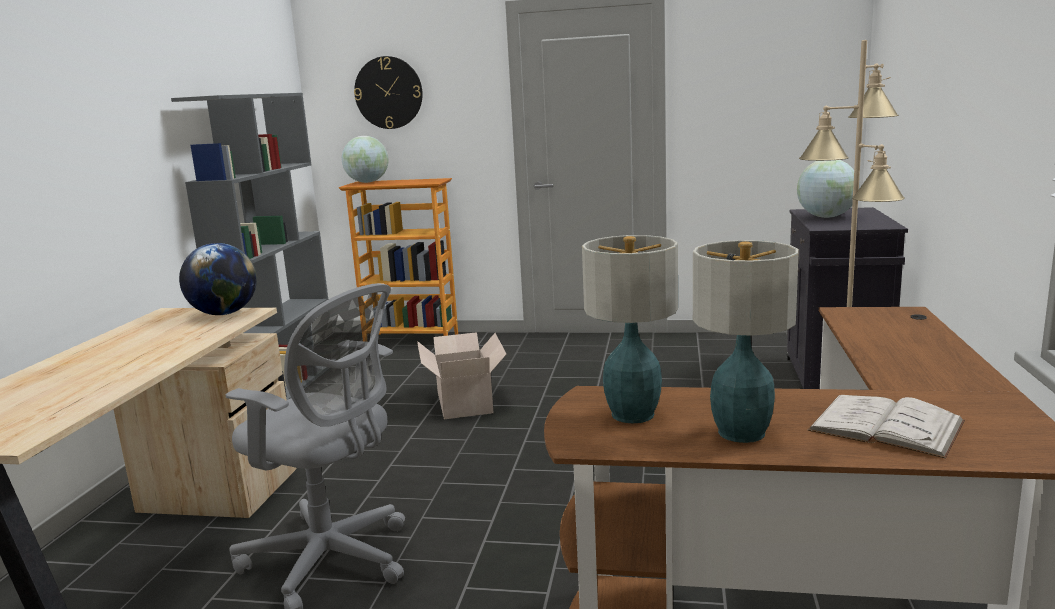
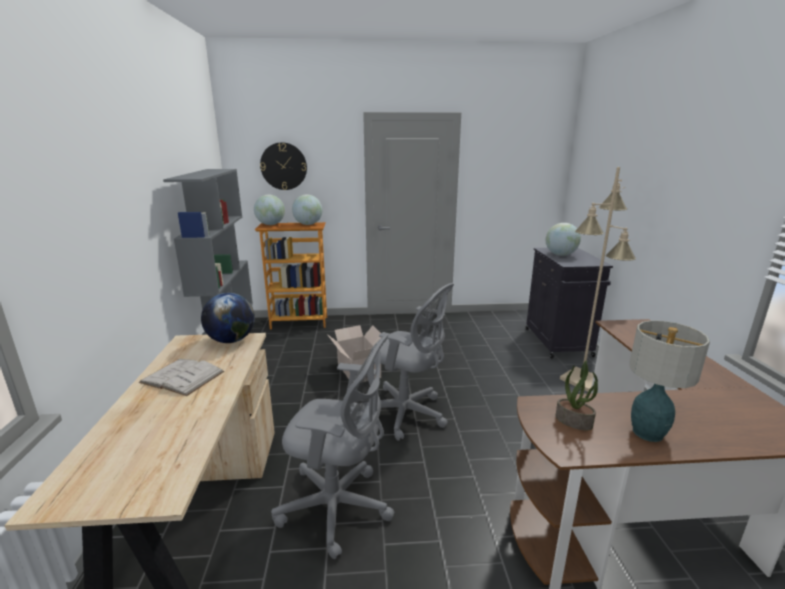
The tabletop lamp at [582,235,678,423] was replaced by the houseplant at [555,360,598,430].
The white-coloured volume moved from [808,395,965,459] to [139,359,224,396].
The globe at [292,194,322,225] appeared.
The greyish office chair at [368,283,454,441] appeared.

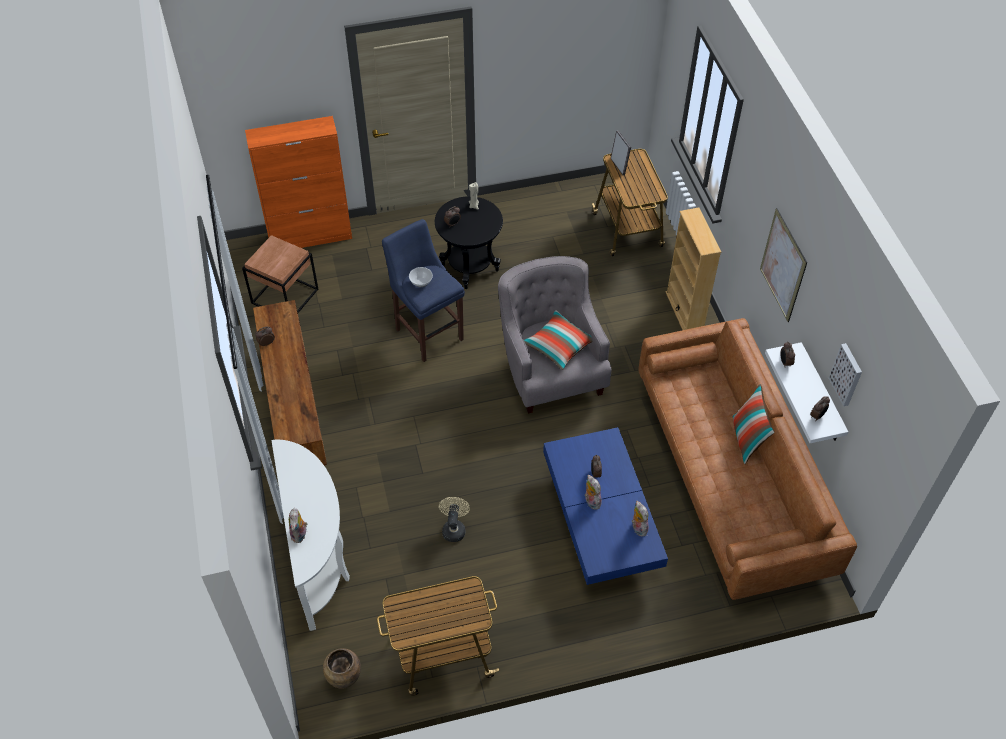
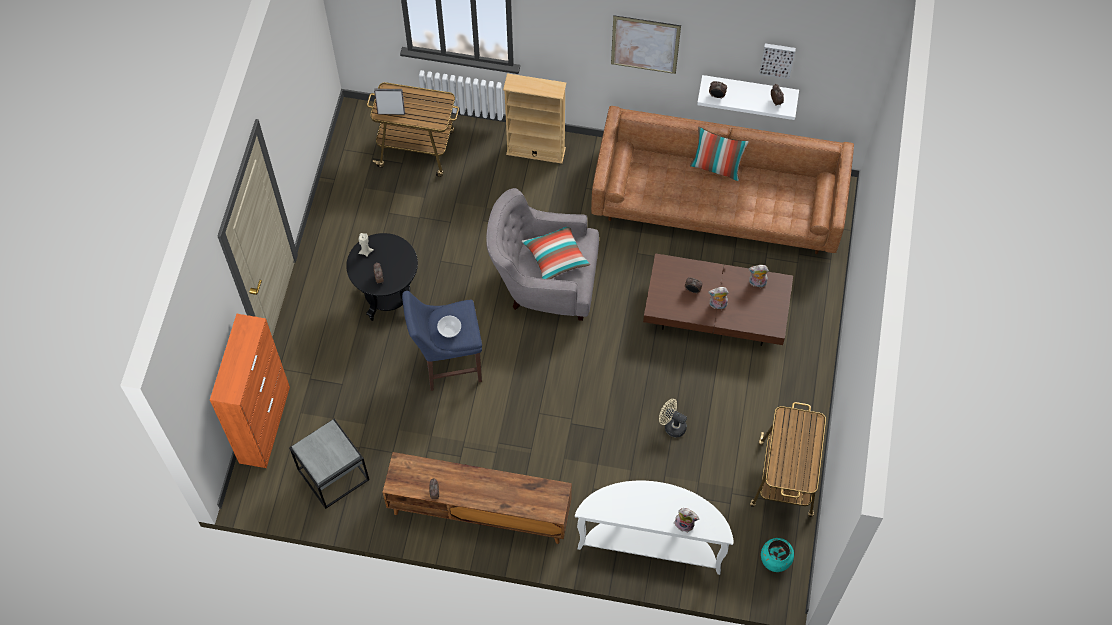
The brown-coloured side table at [242,235,318,313] became the greyish side table at [289,419,370,509].
The brown-coloured vase at [323,648,361,689] became the turquoise-coloured vase at [761,538,794,572].
The blue-coloured lounge table at [543,427,668,585] became the brown-coloured lounge table at [643,253,793,346].

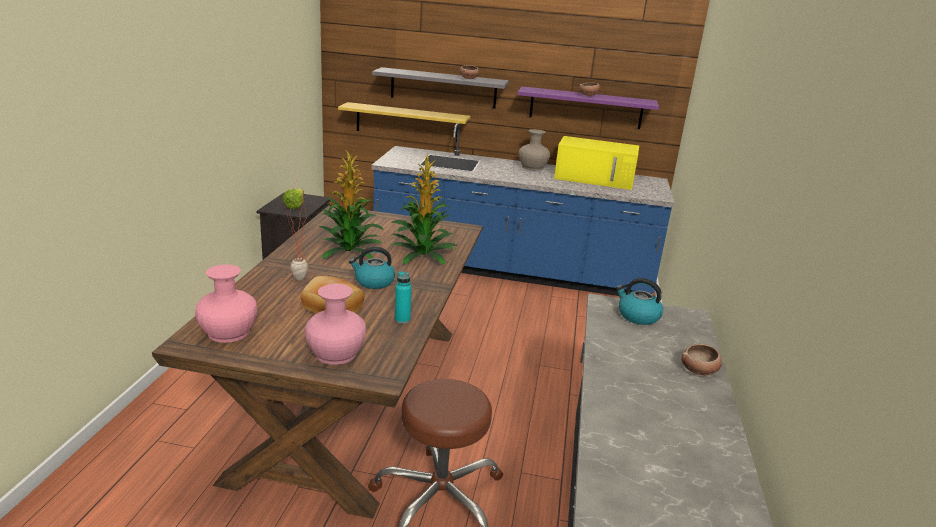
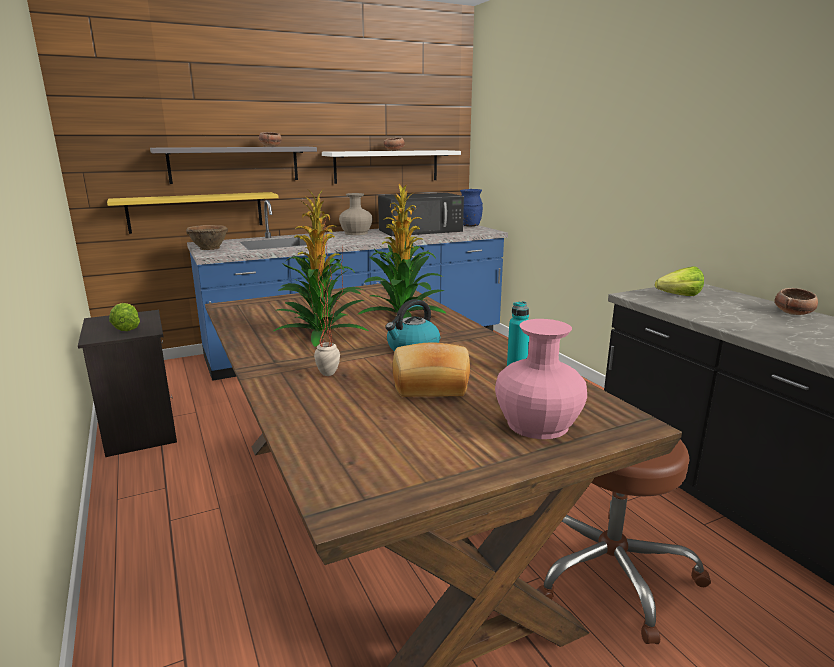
The pink vase at [195,264,257,343] disappeared.
The purple-coloured wall shelf at [517,86,659,129] became the white-coloured wall shelf at [322,150,461,184].
The yellow microwave oven at [554,136,639,190] became the blackish microwave oven at [378,193,464,236].
The tea kettle at [616,278,663,325] was replaced by the head of lettuce at [655,267,704,296].
The brown-coloured serving bowl at [186,225,228,250] appeared.
The blue-coloured vase at [460,189,483,226] appeared.

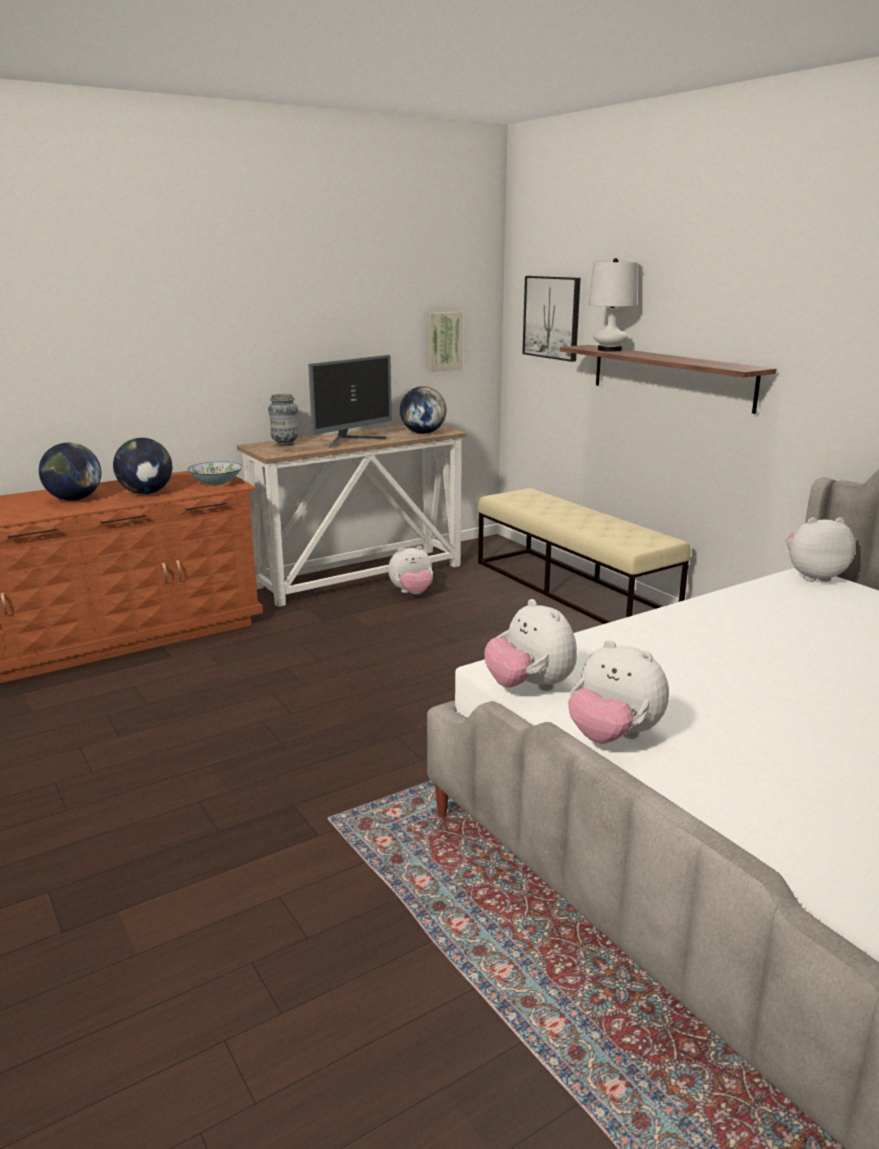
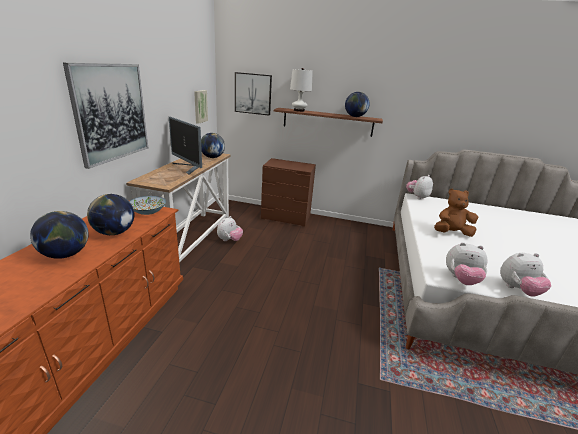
The vase at [268,394,298,446] disappeared.
The monitor at [308,355,392,448] turned 135 degrees clockwise.
The sand-coloured long seat at [478,488,691,624] was replaced by the brown-coloured drawer chest at [261,158,316,227].
The picture at [63,63,148,169] appeared.
The globe at [345,92,370,117] appeared.
The brown-coloured plush toy at [434,188,478,237] appeared.

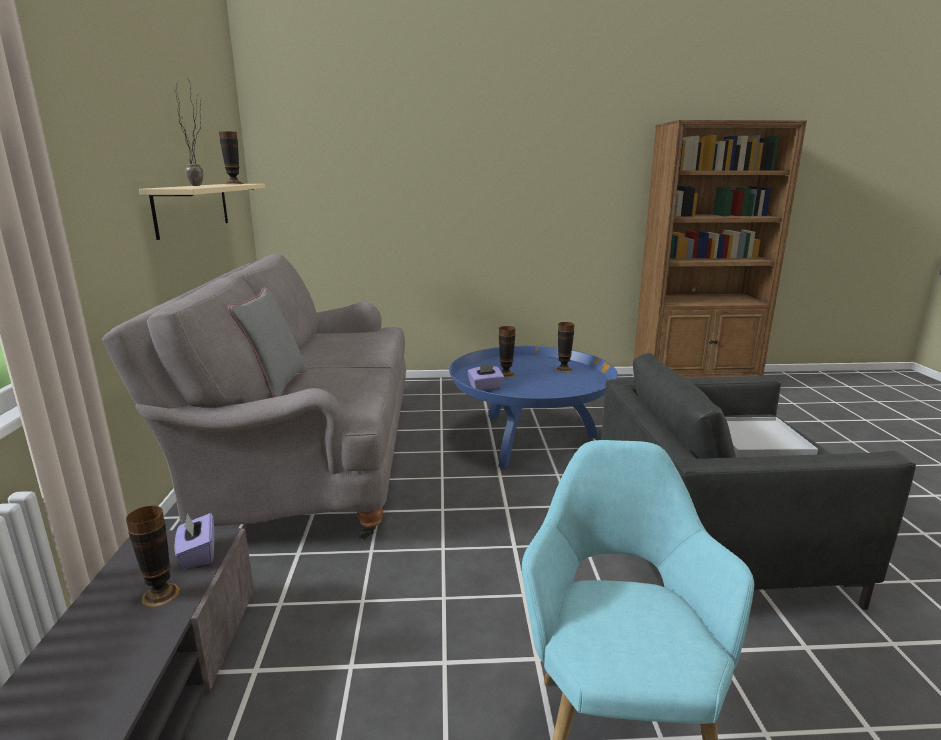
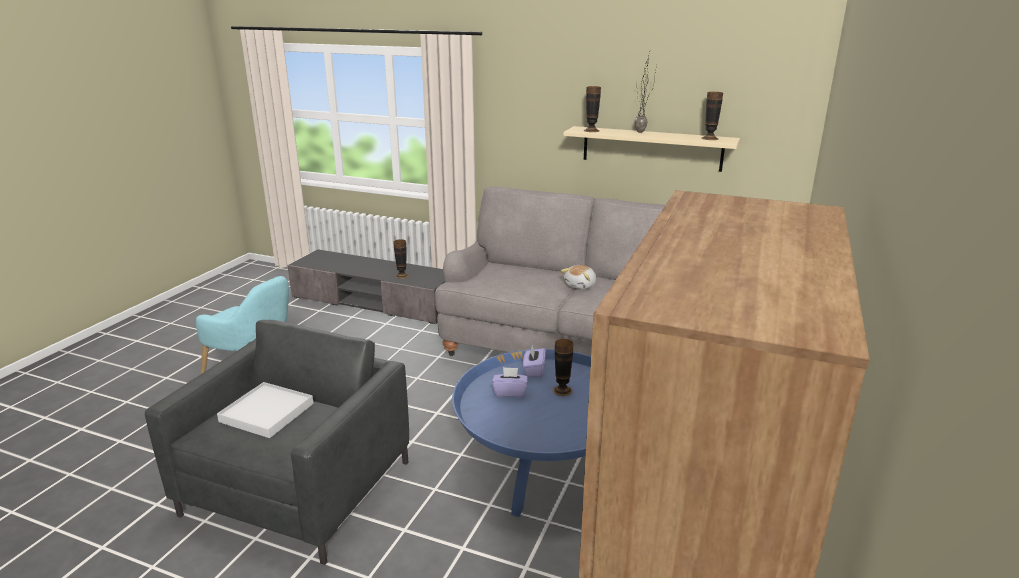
The purple-coloured box of tissues moved from [175,513,214,569] to [492,367,528,398].
The greyish throw pillow at [228,287,307,397] disappeared.
The vase moved from [555,322,574,373] to [584,86,601,132].
The plush toy at [561,265,596,289] appeared.

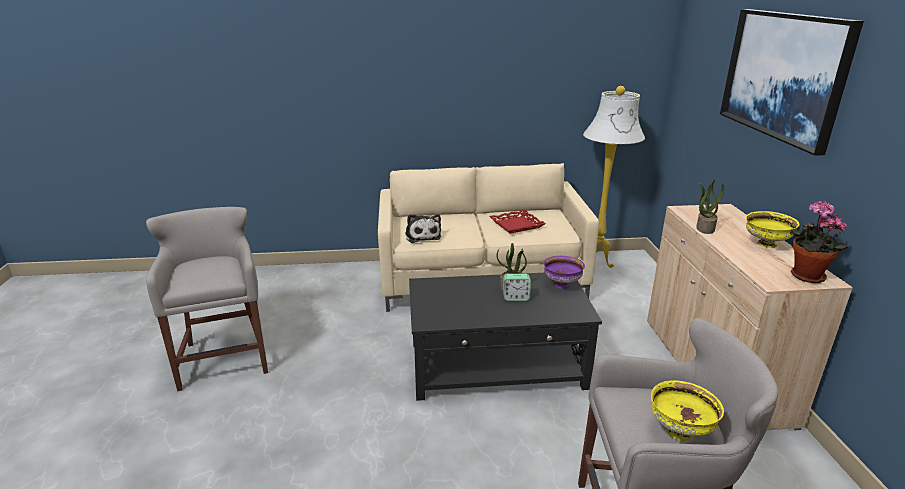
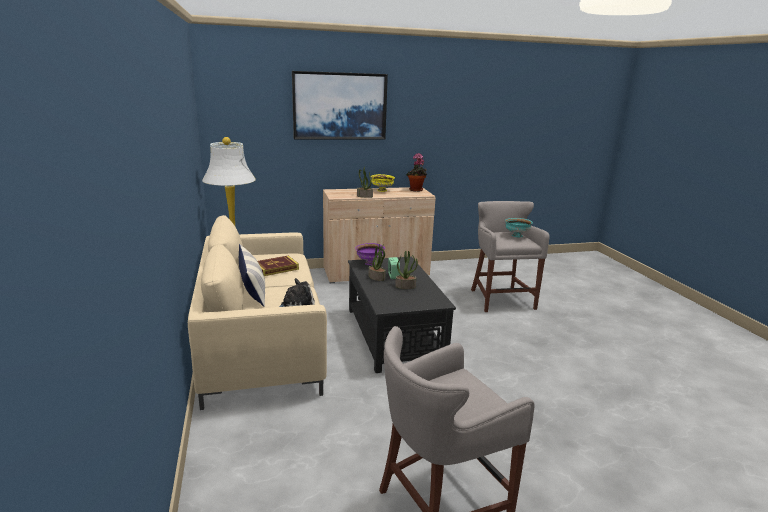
The red tray at [489,210,546,234] was replaced by the volume at [257,256,299,276].
The yellow serving bowl at [651,380,724,441] became the turquoise-coloured serving bowl at [505,218,533,237].
The throw pillow at [239,244,265,307] appeared.
The houseplant at [395,251,418,289] appeared.

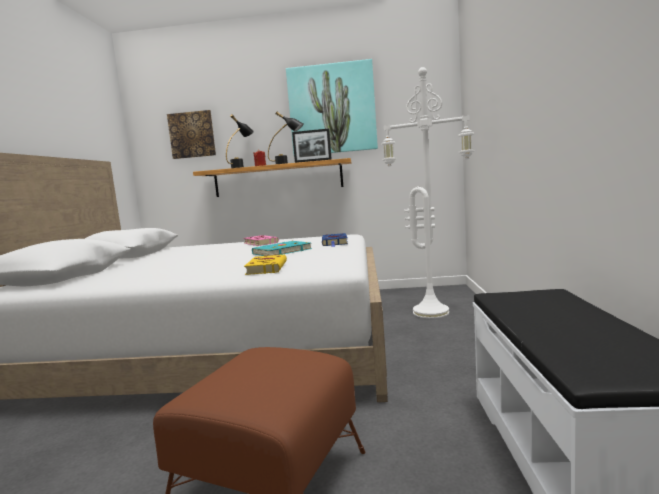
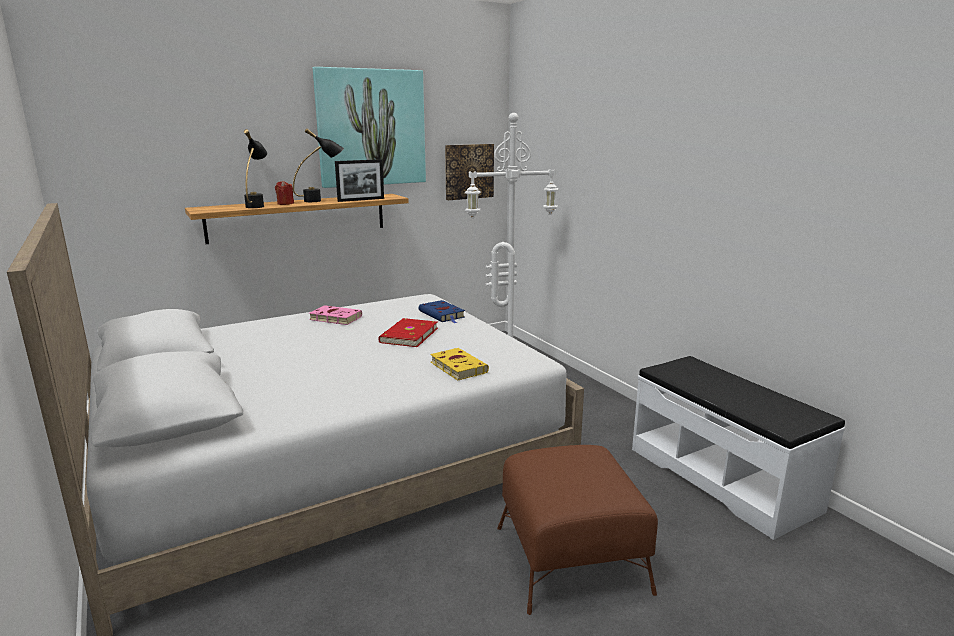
The picture moved from [167,110,216,159] to [445,144,494,200].
The turquoise-coloured volume at [252,241,312,256] became the red volume at [378,318,438,347].

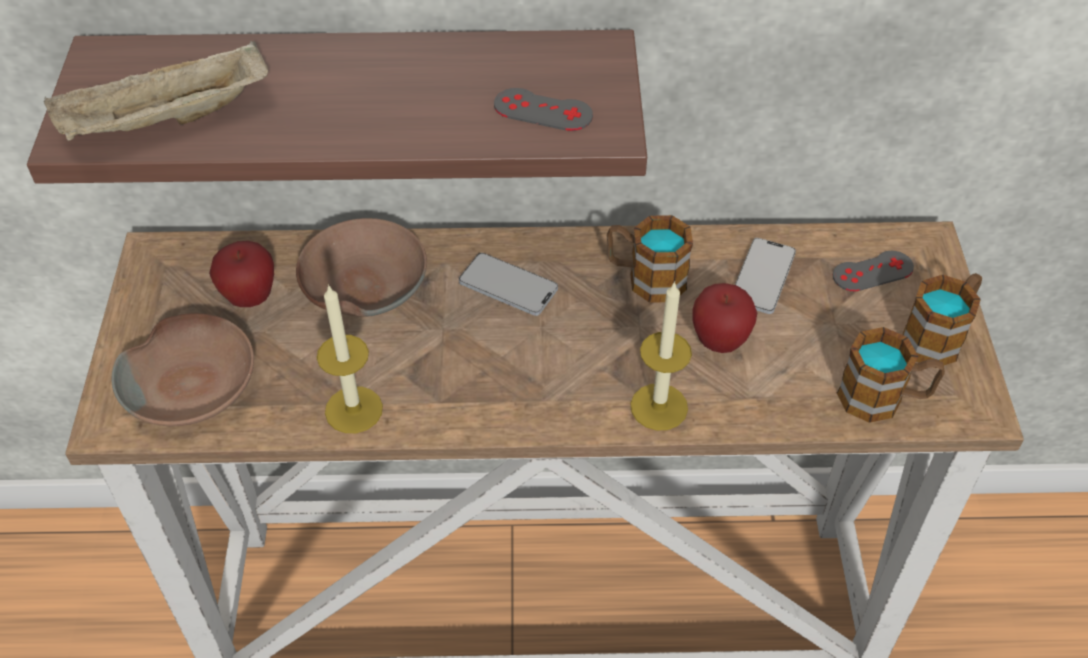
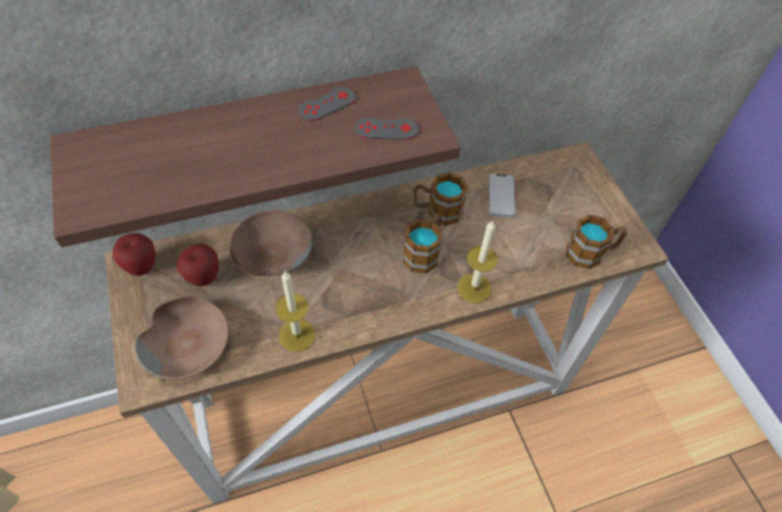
The sand-coloured tray at [44,41,268,141] disappeared.
The phone at [459,253,558,316] disappeared.
The apple moved from [692,283,757,353] to [113,233,156,276].
The greyish gamepad moved from [833,251,914,292] to [298,87,356,121].
The mug moved from [902,273,982,368] to [403,213,442,274].

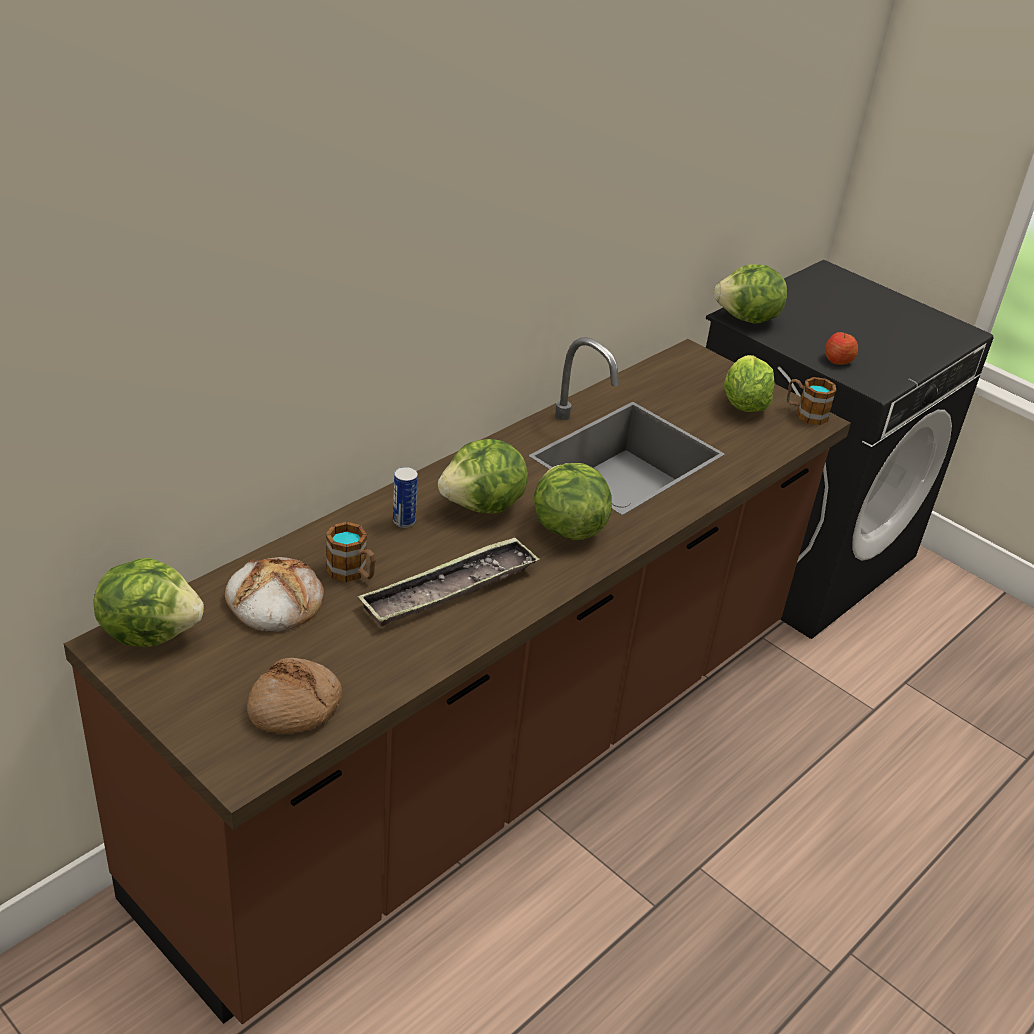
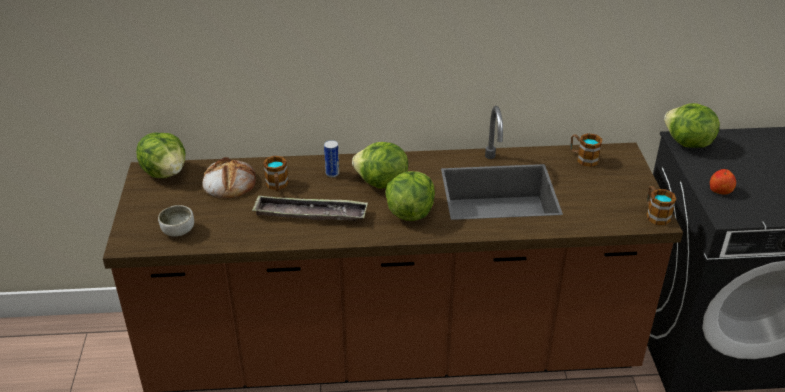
The bread at [247,658,342,734] was replaced by the serving bowl at [158,205,194,236].
The head of lettuce at [724,355,775,412] disappeared.
The mug at [570,133,602,167] appeared.

